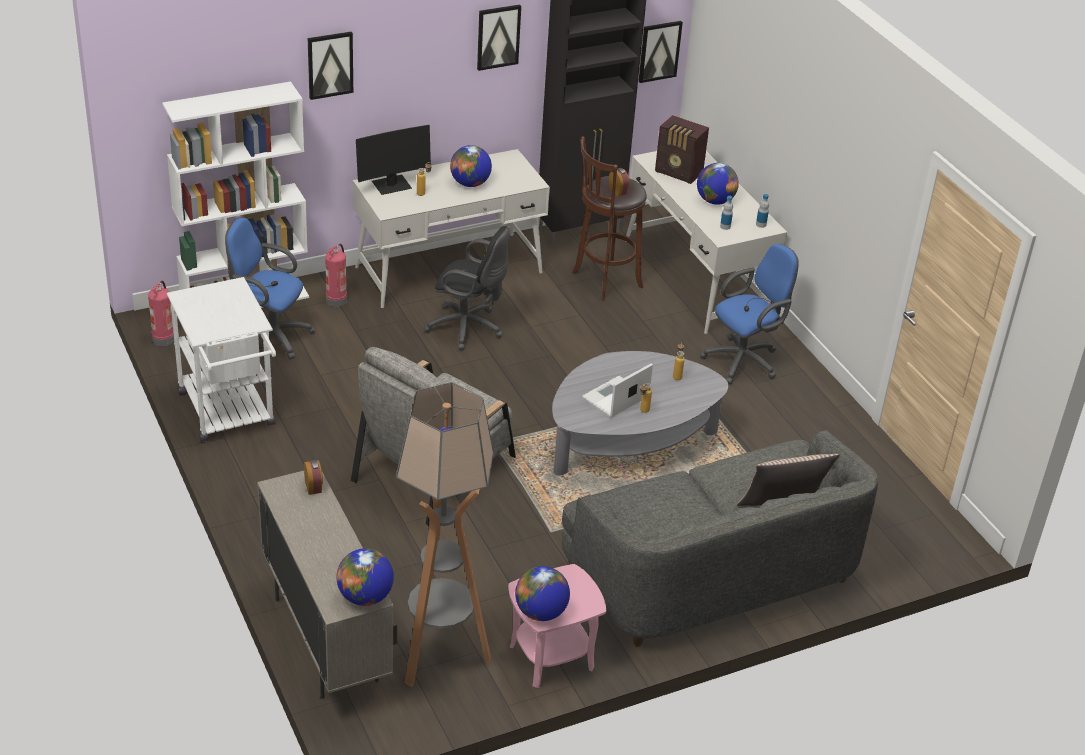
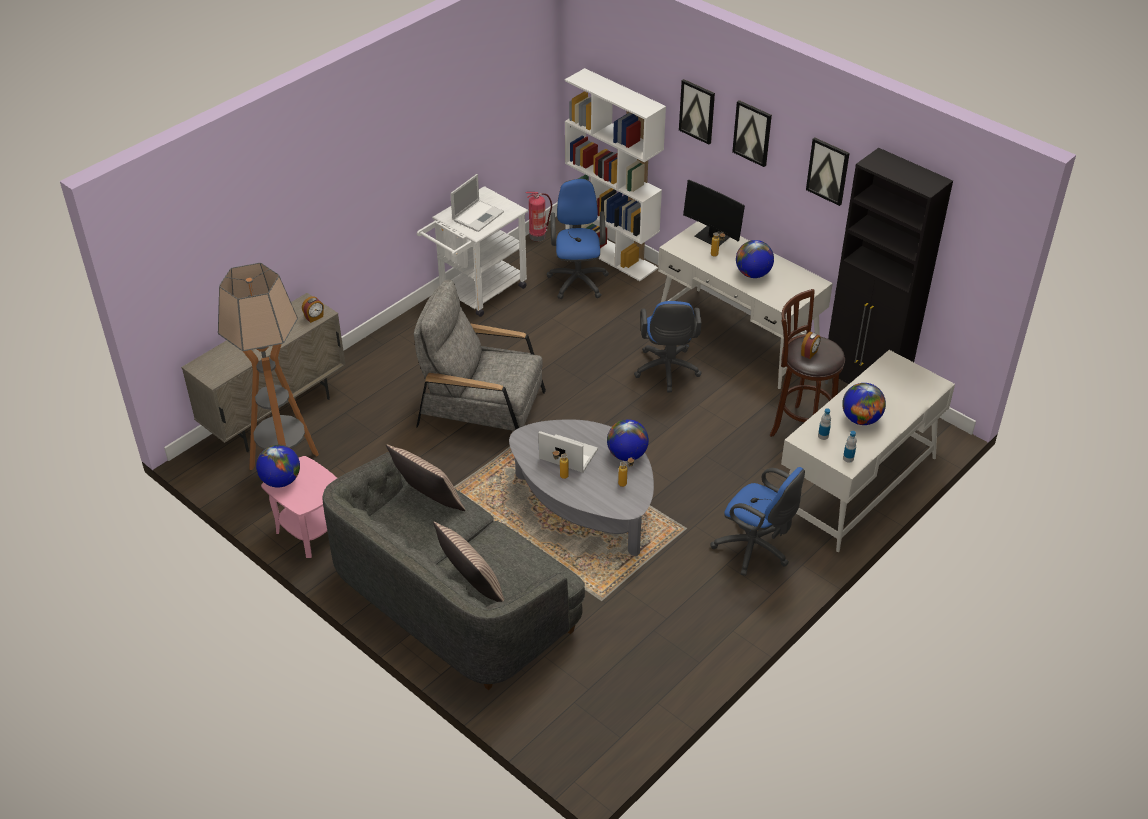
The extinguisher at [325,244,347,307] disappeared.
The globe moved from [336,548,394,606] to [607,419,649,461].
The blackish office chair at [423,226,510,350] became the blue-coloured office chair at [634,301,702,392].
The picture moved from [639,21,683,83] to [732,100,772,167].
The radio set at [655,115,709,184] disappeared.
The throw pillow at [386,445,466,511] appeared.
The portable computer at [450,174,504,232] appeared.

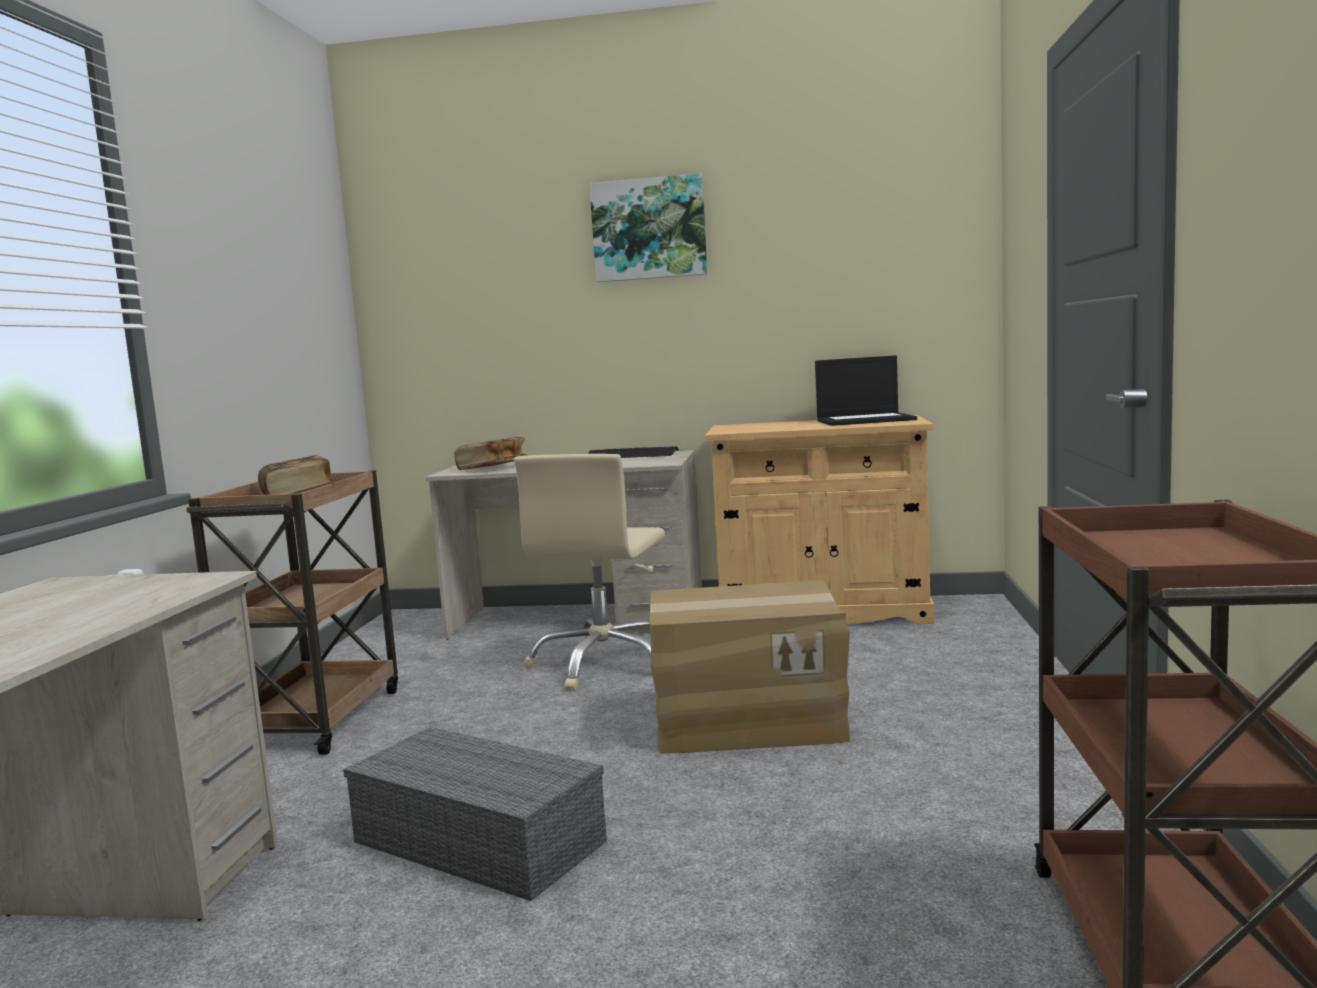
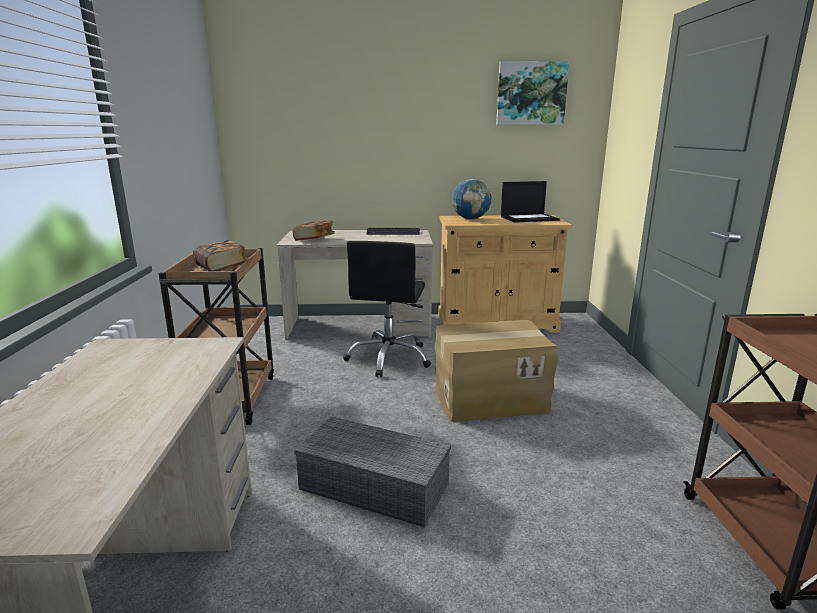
The sand-coloured office chair at [514,454,665,691] became the blackish office chair at [343,241,431,377].
The picture moved from [589,173,708,282] to [496,61,569,125].
The globe at [452,179,492,219] appeared.

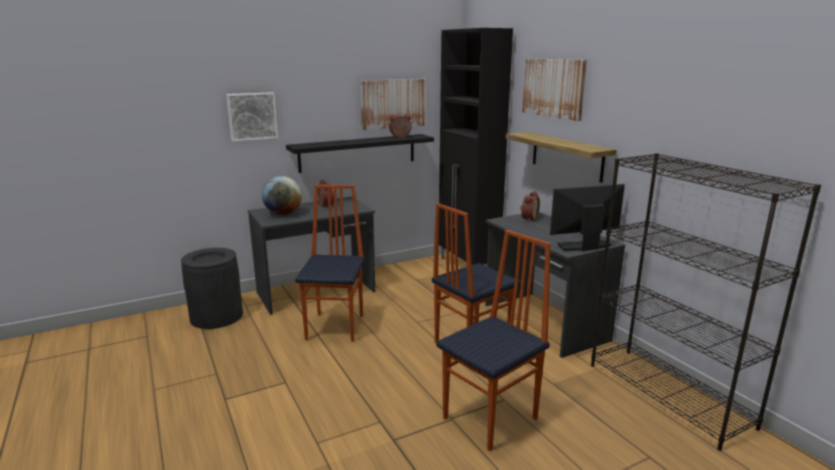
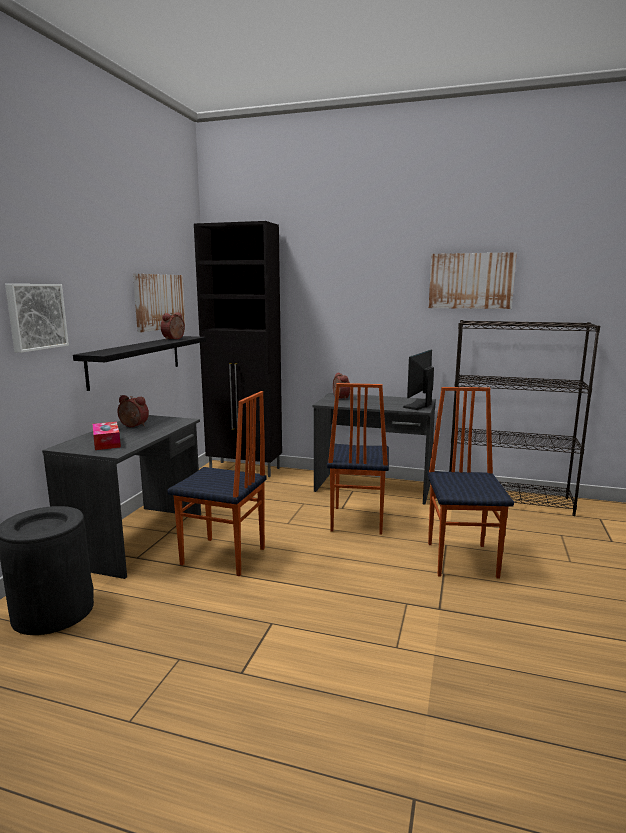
The globe at [262,176,302,215] was replaced by the box of tissues at [93,422,121,450].
The plain chair at [295,185,365,342] turned 150 degrees clockwise.
The wall shelf at [506,132,617,183] disappeared.
The picture moved from [522,59,587,121] to [429,252,517,309].

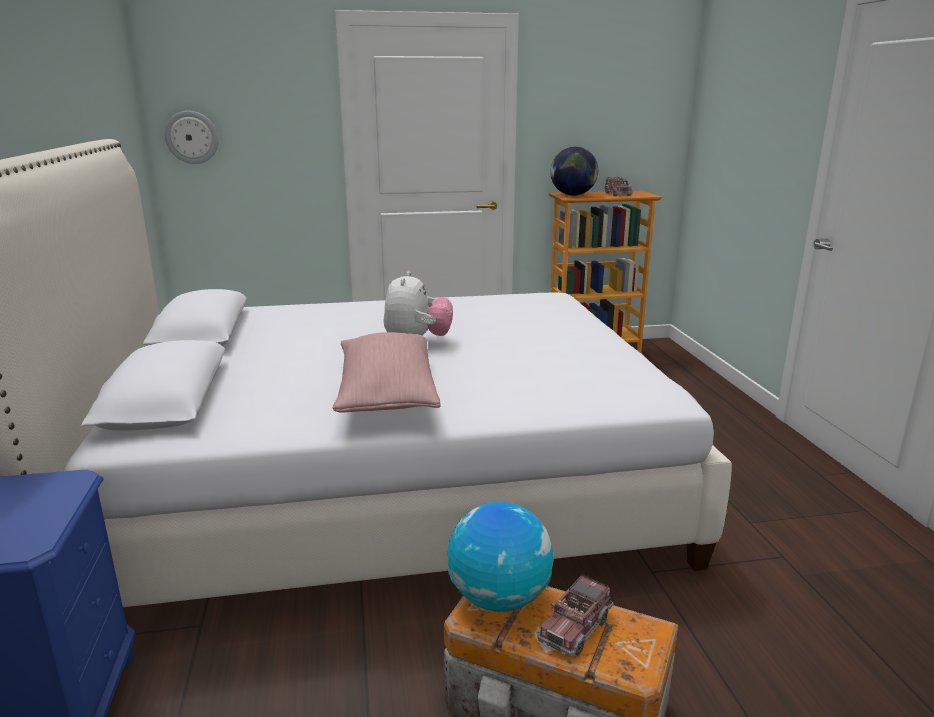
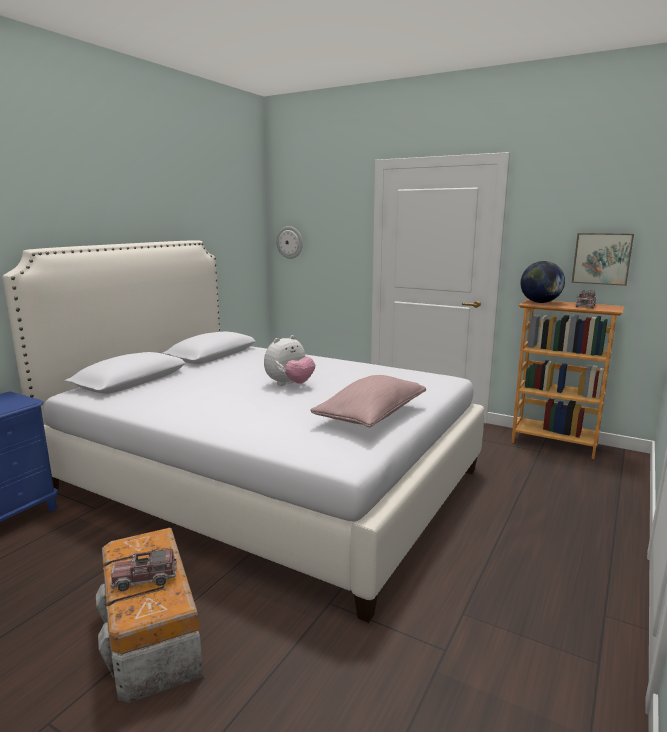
The pink throw pillow moved from [333,332,441,413] to [310,375,426,427].
The globe at [448,502,554,612] disappeared.
The picture at [572,233,634,286] appeared.

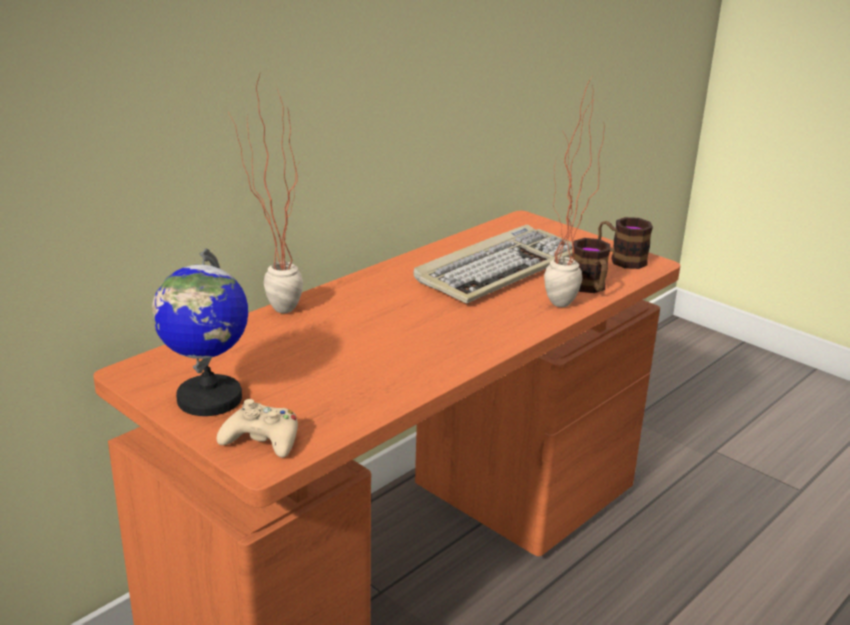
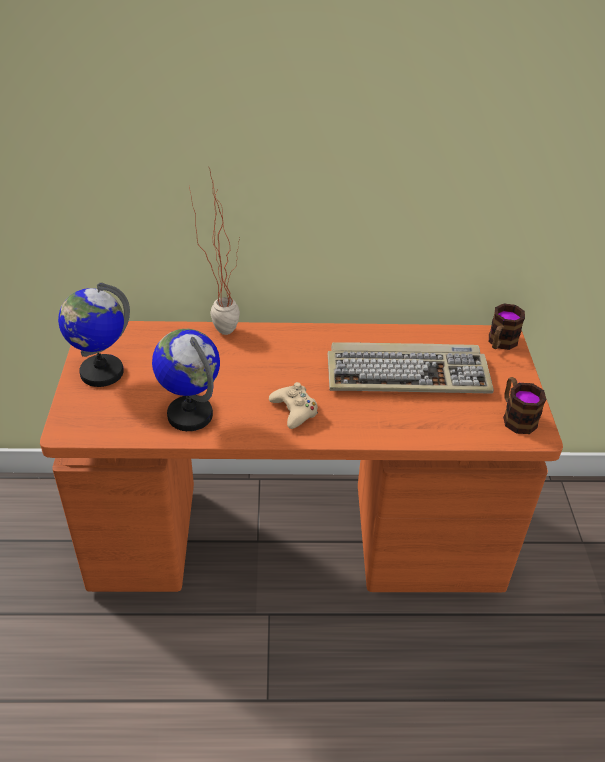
The sand-coloured gamepad moved from [217,399,298,458] to [269,382,318,429].
The houseplant at [544,77,605,307] disappeared.
The mug moved from [572,238,610,293] to [489,303,525,350].
The globe at [152,329,220,431] appeared.

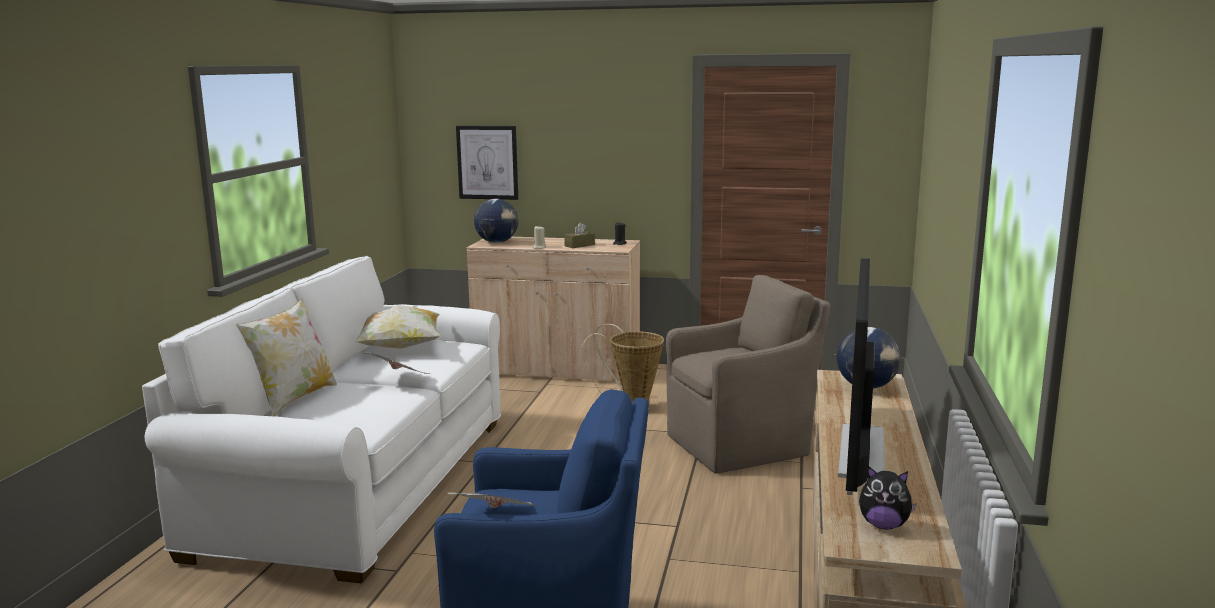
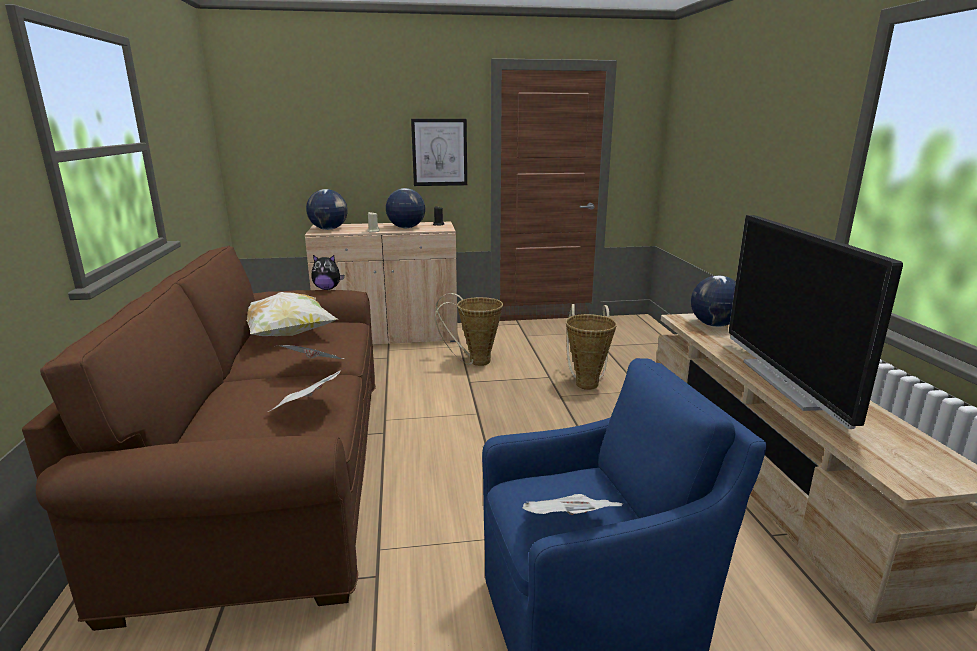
The white-coloured sofa at [142,256,501,583] became the brown-coloured sofa at [22,246,376,631].
The throw pillow at [236,298,337,416] disappeared.
The picture moved from [456,126,518,200] to [411,119,467,186].
The brown-coloured box of tissues at [564,223,595,248] was replaced by the globe at [386,188,425,228].
The brown-coloured lounge chair at [666,275,830,473] was replaced by the storage basket at [566,304,617,390].
The plush toy moved from [859,466,917,529] to [311,255,344,290].
The newspaper at [268,368,345,412] appeared.

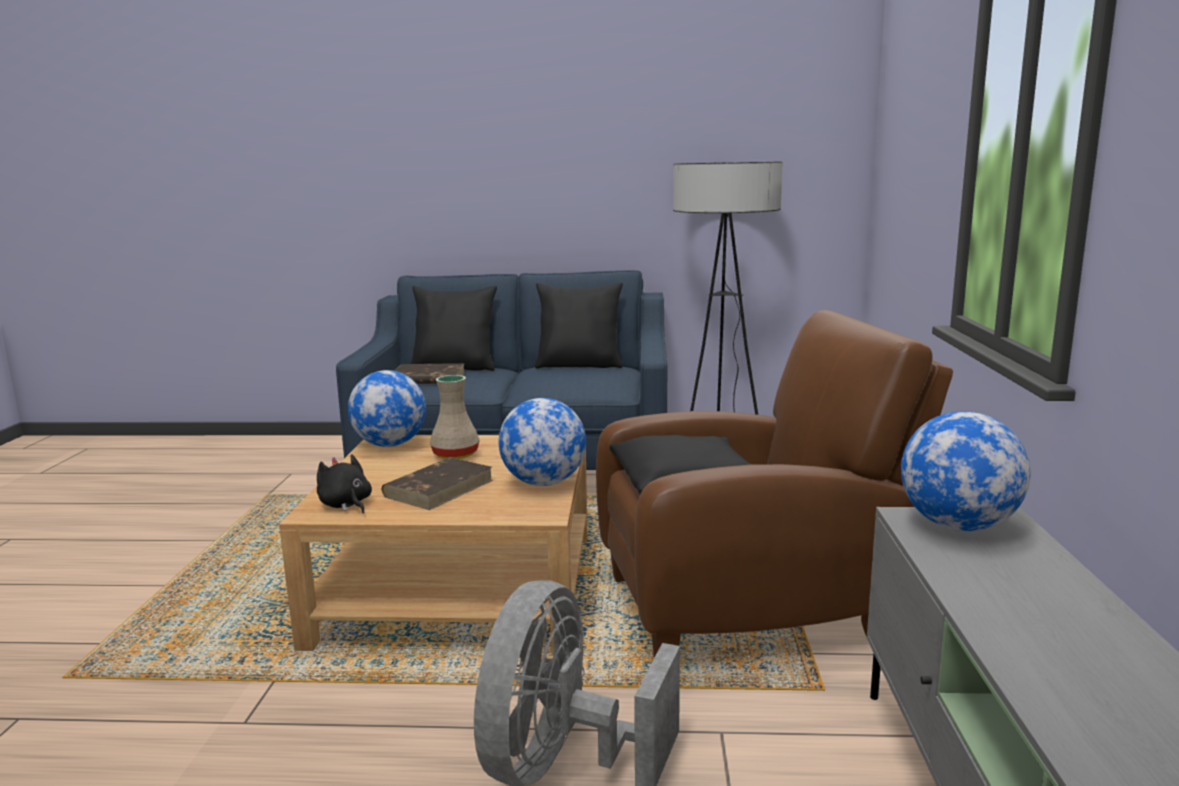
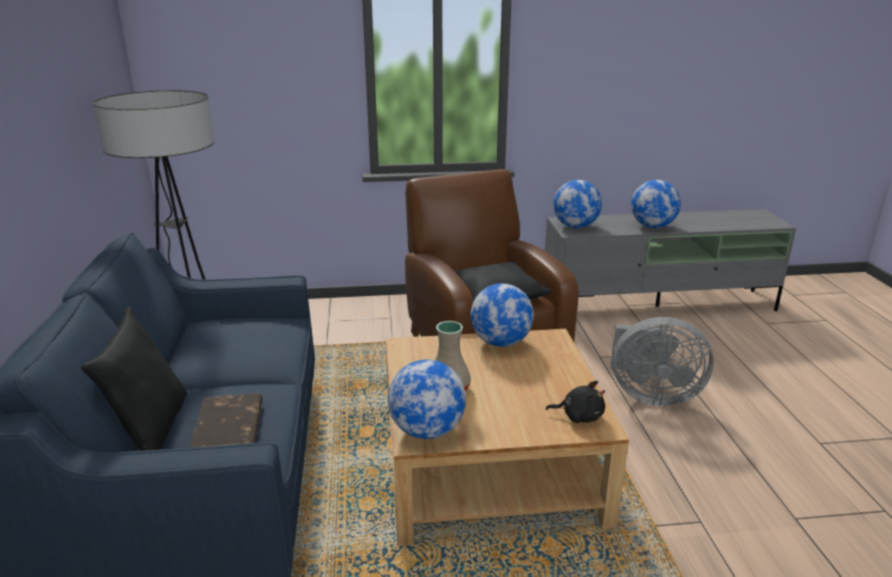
The blackish plush toy at [317,454,372,514] turned 120 degrees counterclockwise.
The brown-coloured volume at [382,457,493,510] disappeared.
The blackish throw pillow at [535,282,623,369] disappeared.
The globe at [631,180,681,228] appeared.

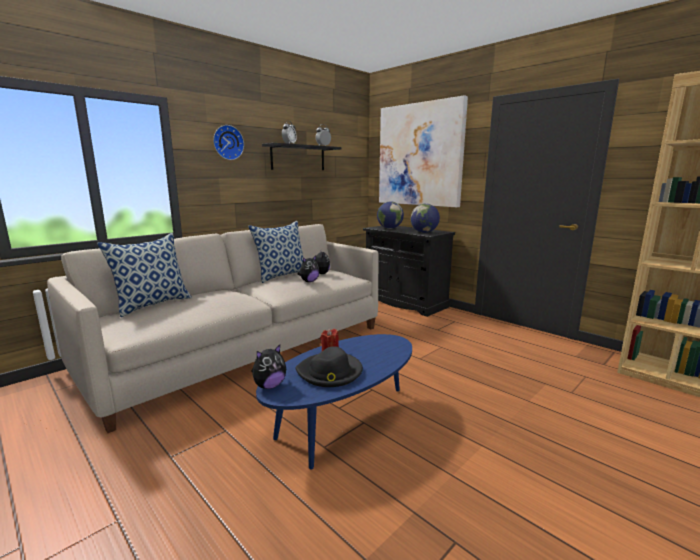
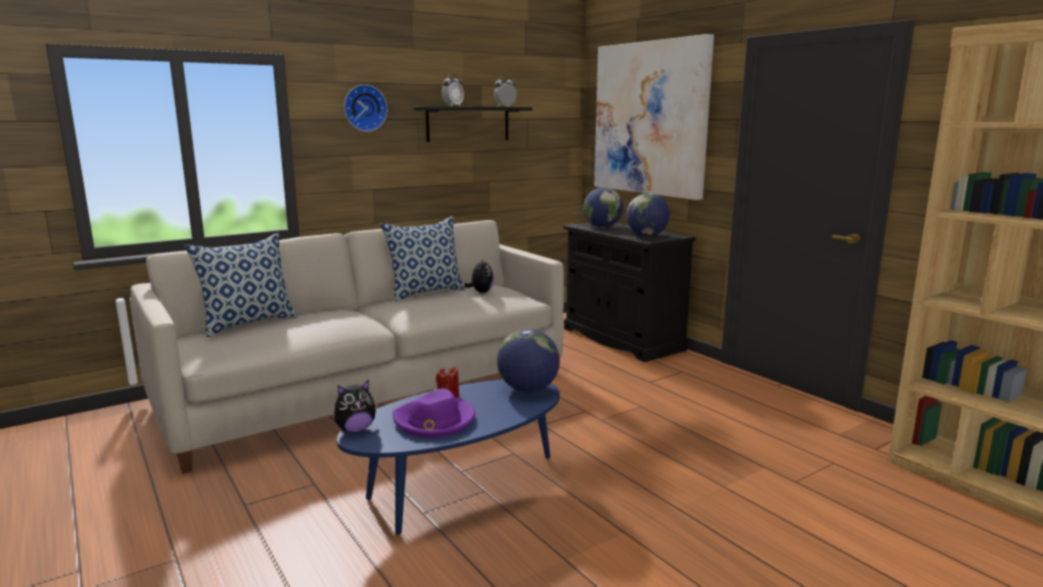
The blackish clothing hat at [295,346,363,387] became the purple-coloured clothing hat at [393,389,475,437].
The plush toy at [298,256,320,282] disappeared.
The globe at [497,329,560,392] appeared.

